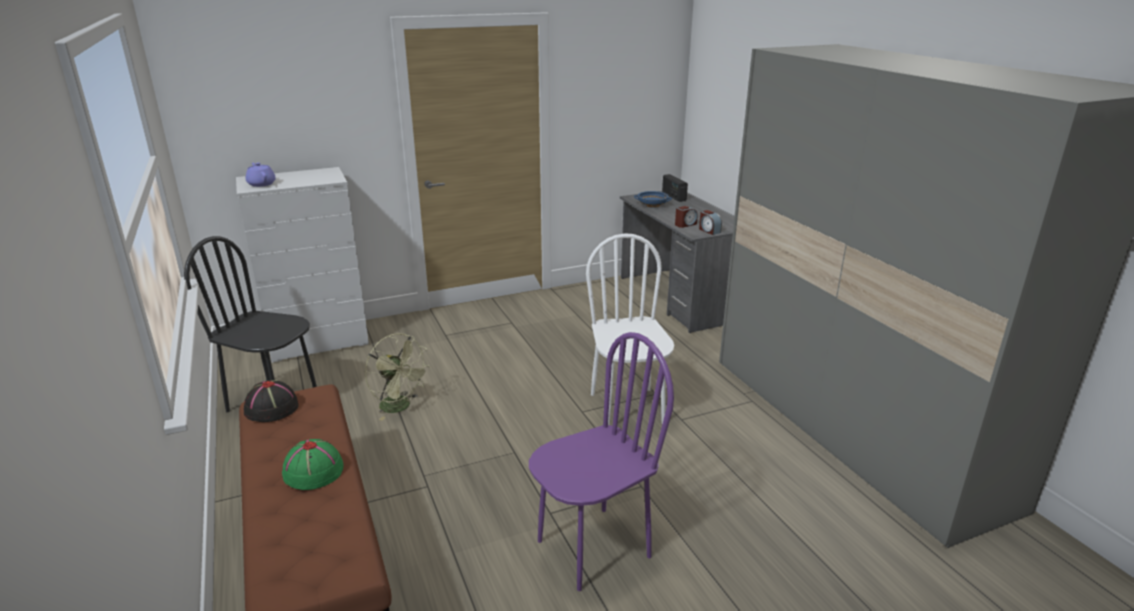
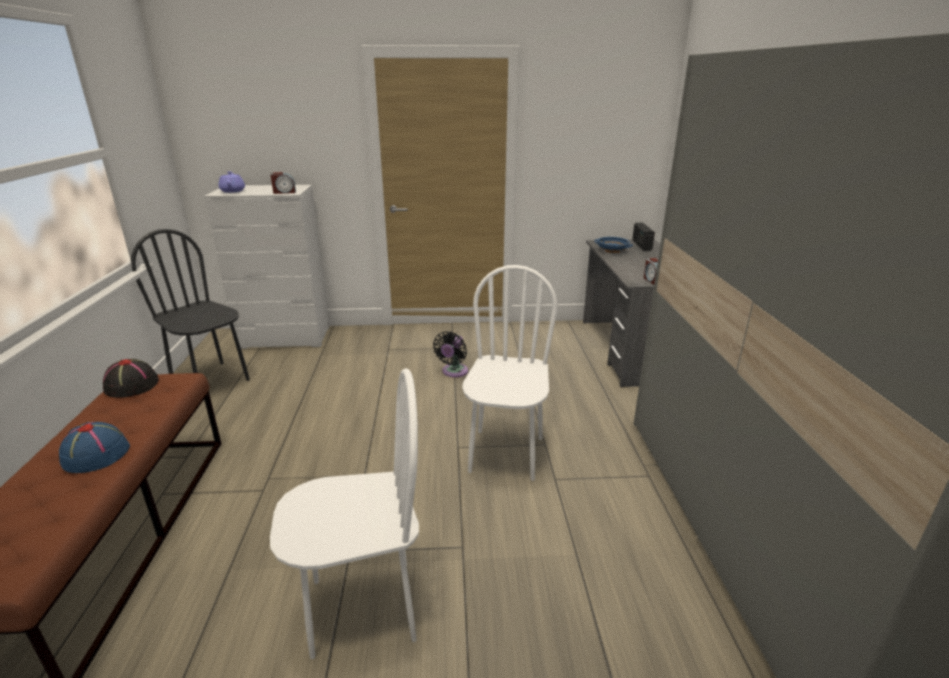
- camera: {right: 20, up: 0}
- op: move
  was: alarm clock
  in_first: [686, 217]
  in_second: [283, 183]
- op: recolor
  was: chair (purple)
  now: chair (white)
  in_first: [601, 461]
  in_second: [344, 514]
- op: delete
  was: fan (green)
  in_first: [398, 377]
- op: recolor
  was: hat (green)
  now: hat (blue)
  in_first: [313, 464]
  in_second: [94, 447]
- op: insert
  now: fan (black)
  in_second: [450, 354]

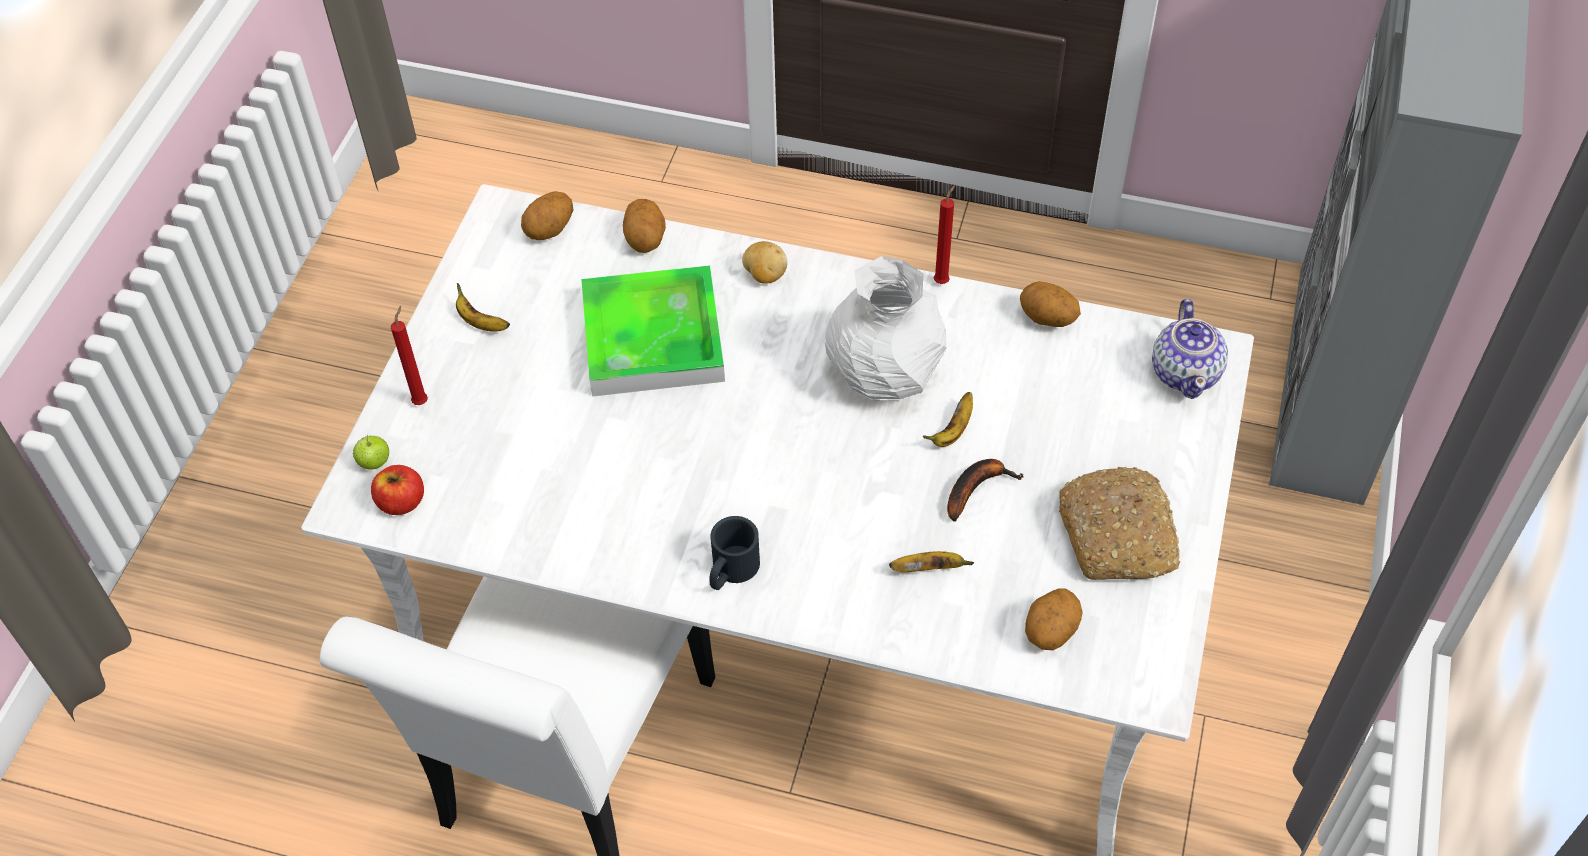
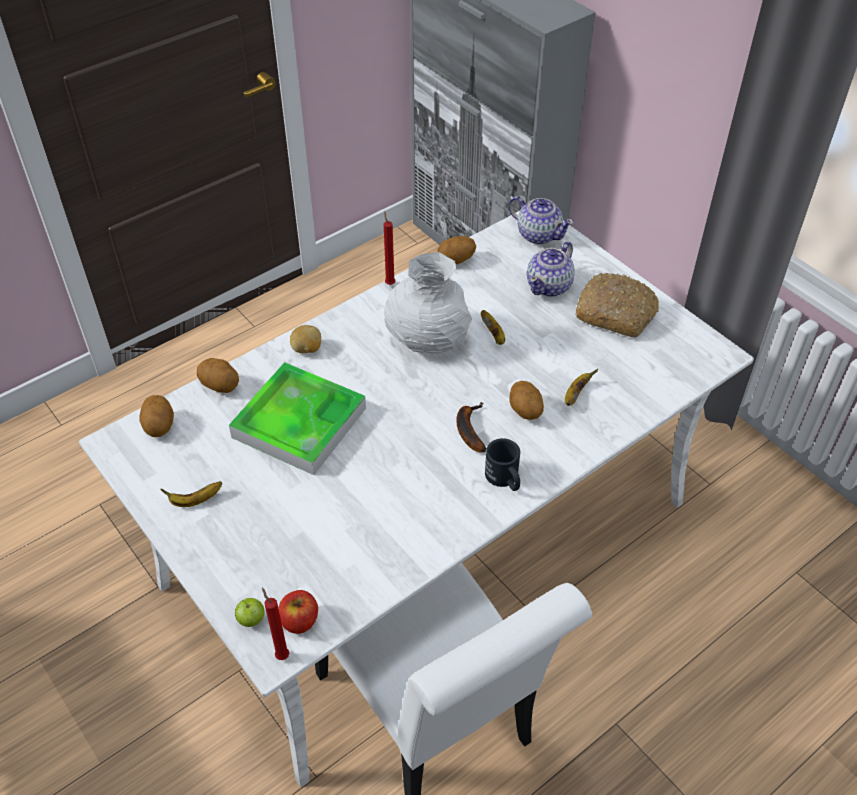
- camera: {right: -55, up: -5}
- op: move
  was: candle (red)
  in_first: [409, 355]
  in_second: [275, 623]
- op: move
  was: banana
  in_first: [985, 490]
  in_second: [471, 427]
- op: move
  was: potato
  in_first: [1054, 619]
  in_second: [526, 400]
- op: insert
  now: teapot
  in_second: [551, 269]

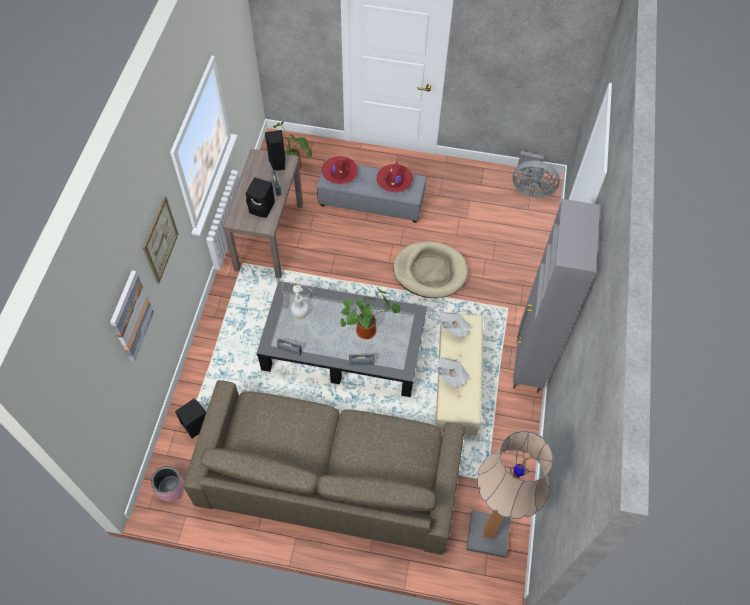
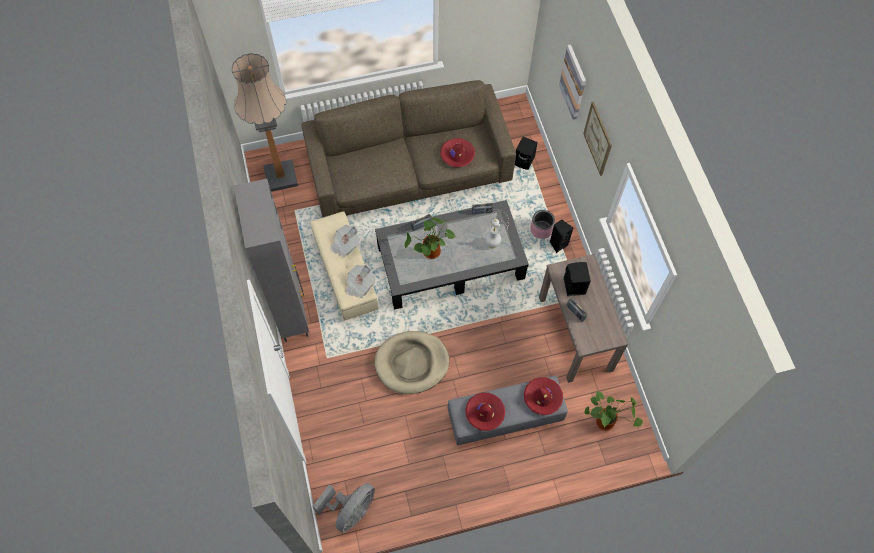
- camera: {right: 155, up: 5}
- op: move
  was: speaker (black)
  in_first: [275, 150]
  in_second: [561, 236]
- op: rotate
  was: fan (grey)
  in_first: [536, 174]
  in_second: [343, 508]
  clockwise: 135
- op: move
  was: planter (pink)
  in_first: [167, 483]
  in_second: [542, 224]
- op: insert
  now: hat (red)
  in_second: [457, 152]

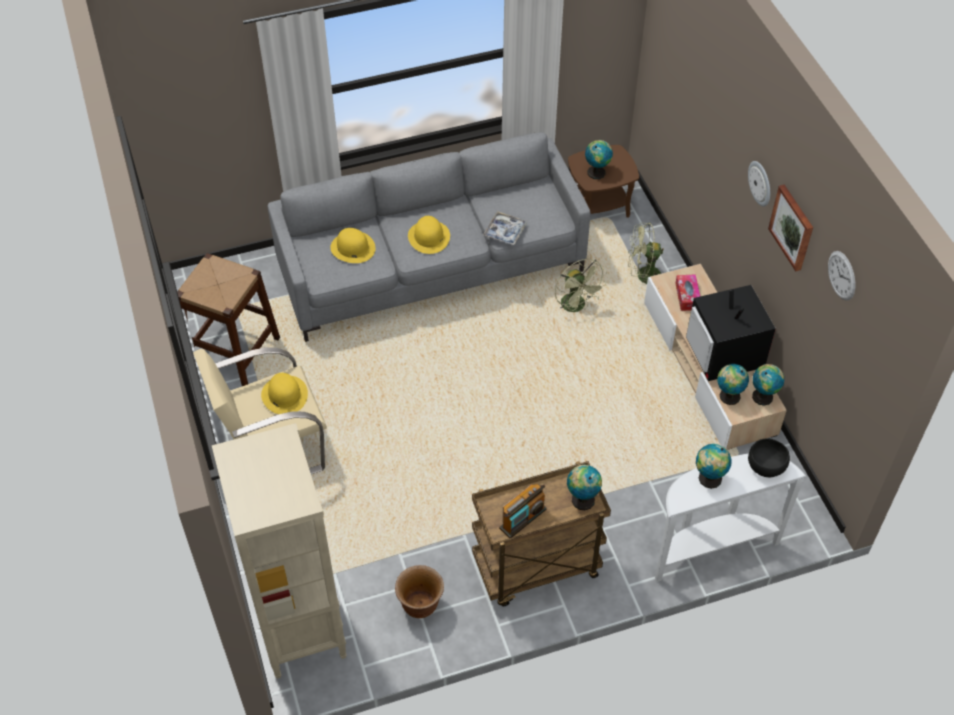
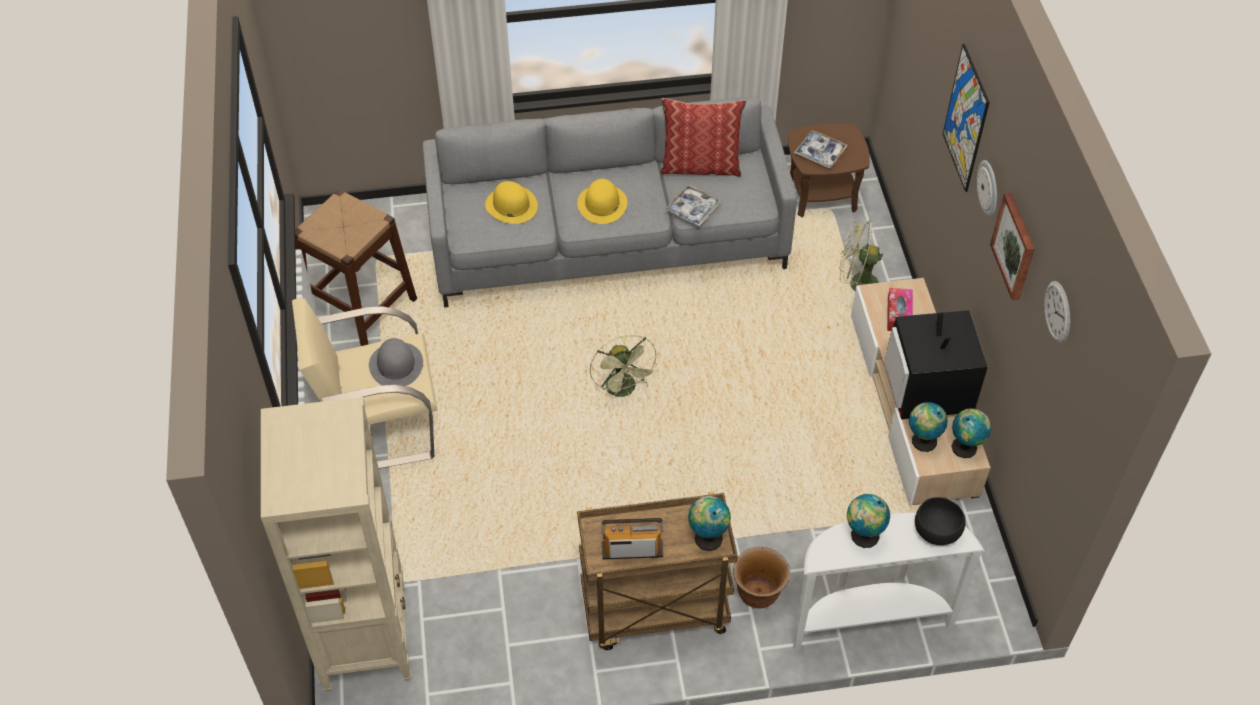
- camera: {right: 10, up: 0}
- op: replace
  was: globe
  now: tray
  in_first: [599, 159]
  in_second: [821, 149]
- op: move
  was: fan (green)
  in_first: [581, 285]
  in_second: [624, 366]
- op: recolor
  was: hat (yellow)
  now: hat (grey)
  in_first: [284, 393]
  in_second: [396, 362]
- op: rotate
  was: radio
  in_first: [523, 511]
  in_second: [632, 538]
  clockwise: -150
- op: move
  was: planter (brown)
  in_first: [419, 591]
  in_second: [761, 577]
- op: insert
  now: picture
  in_second: [966, 118]
- op: insert
  now: pillow
  in_second: [702, 137]

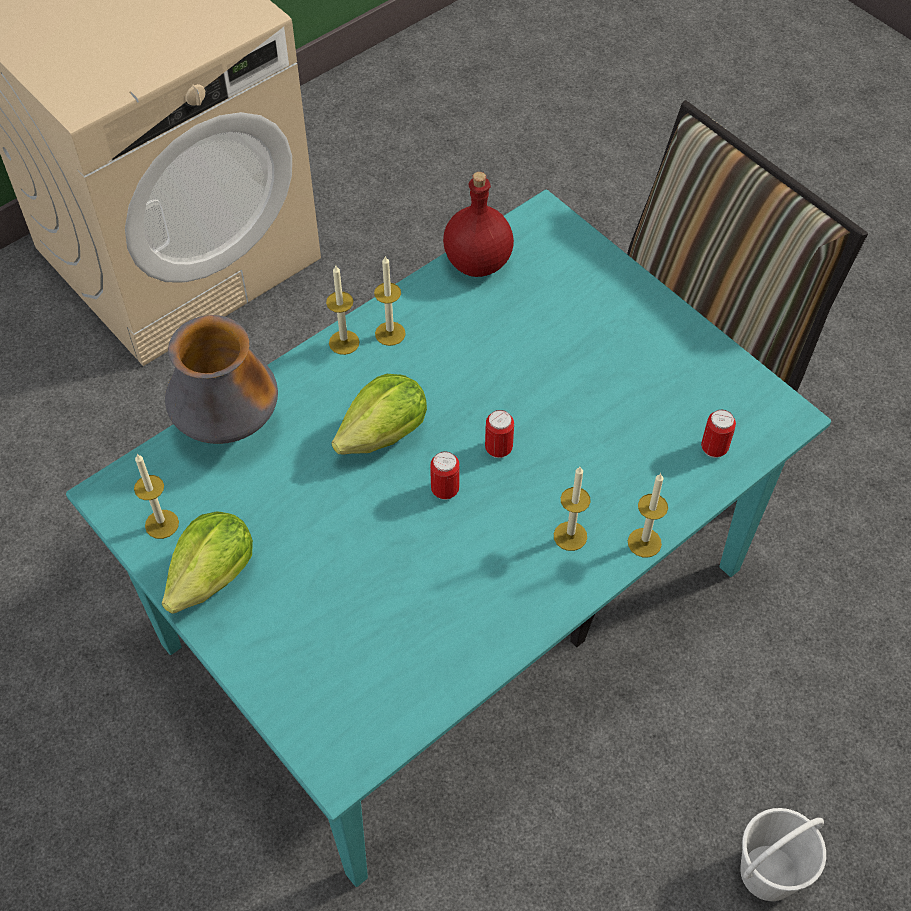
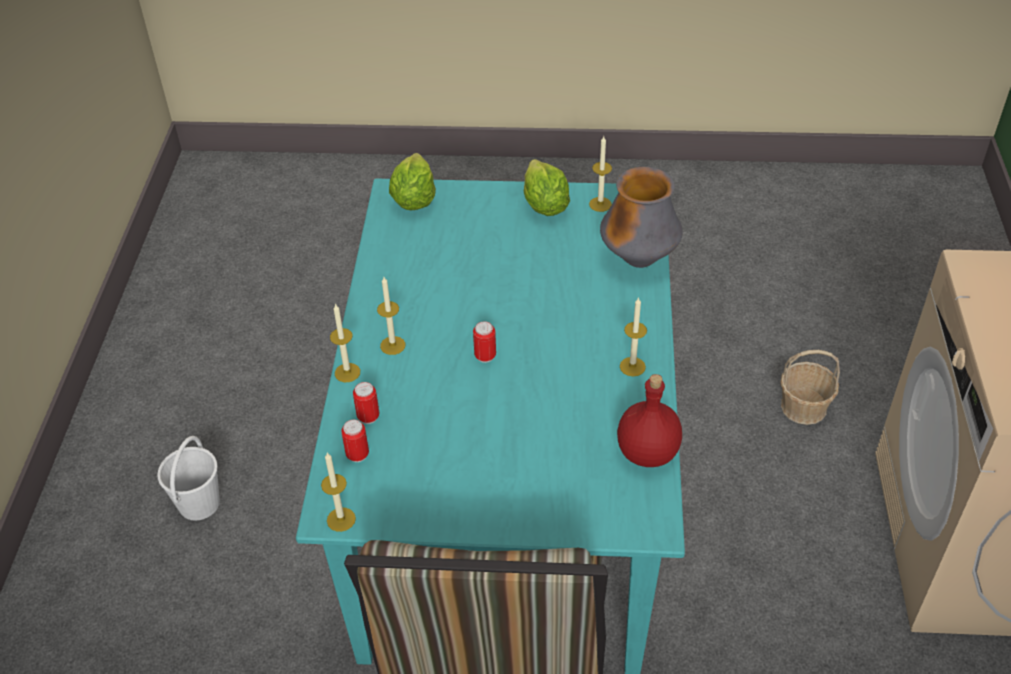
- camera: {right: 135, up: -10}
- op: move
  was: candle
  in_first: [343, 310]
  in_second: [338, 492]
- op: move
  was: lettuce
  in_first: [379, 414]
  in_second: [412, 181]
- op: move
  was: can
  in_first: [444, 475]
  in_second: [366, 403]
- op: insert
  now: basket
  in_second: [810, 387]

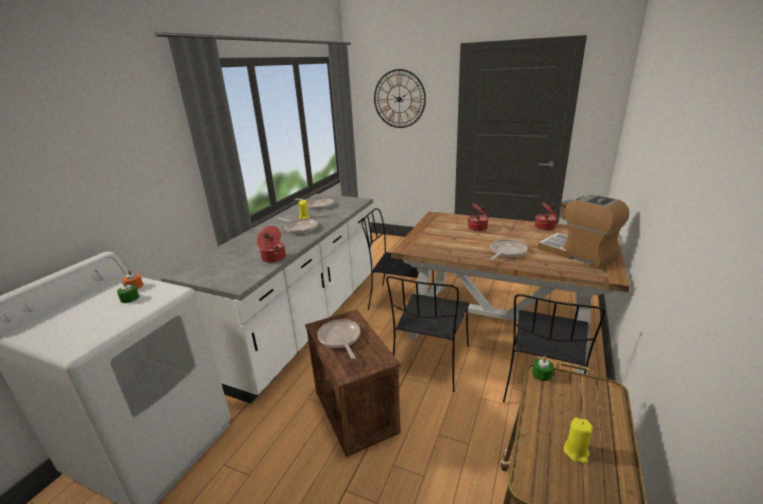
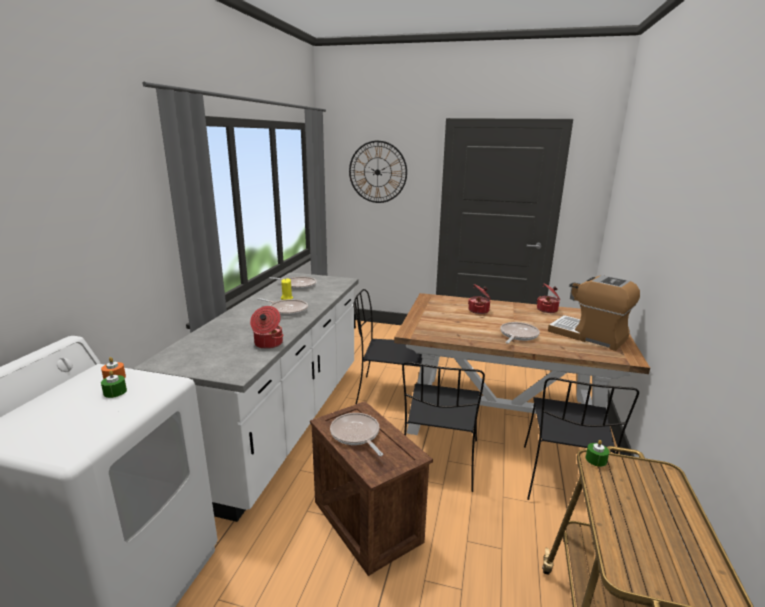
- camera: {right: -10, up: -5}
- op: delete
  was: candle (yellow)
  in_first: [578, 440]

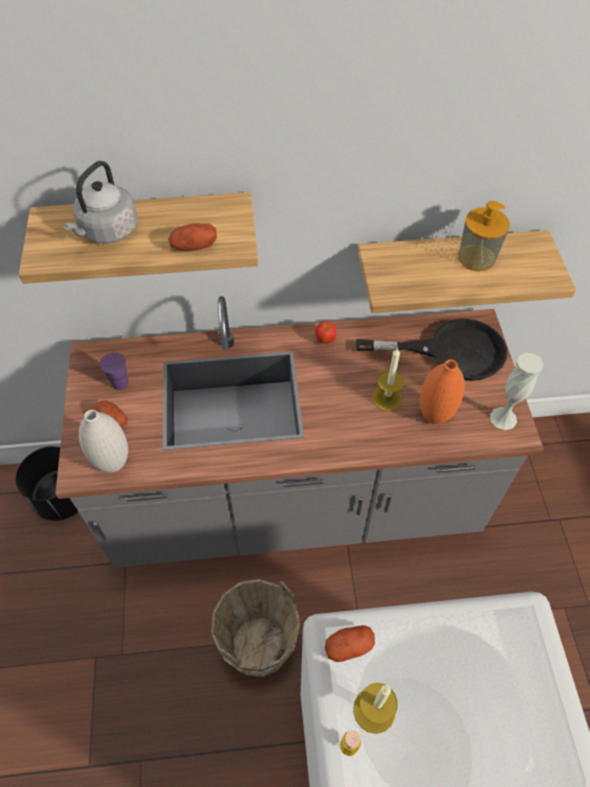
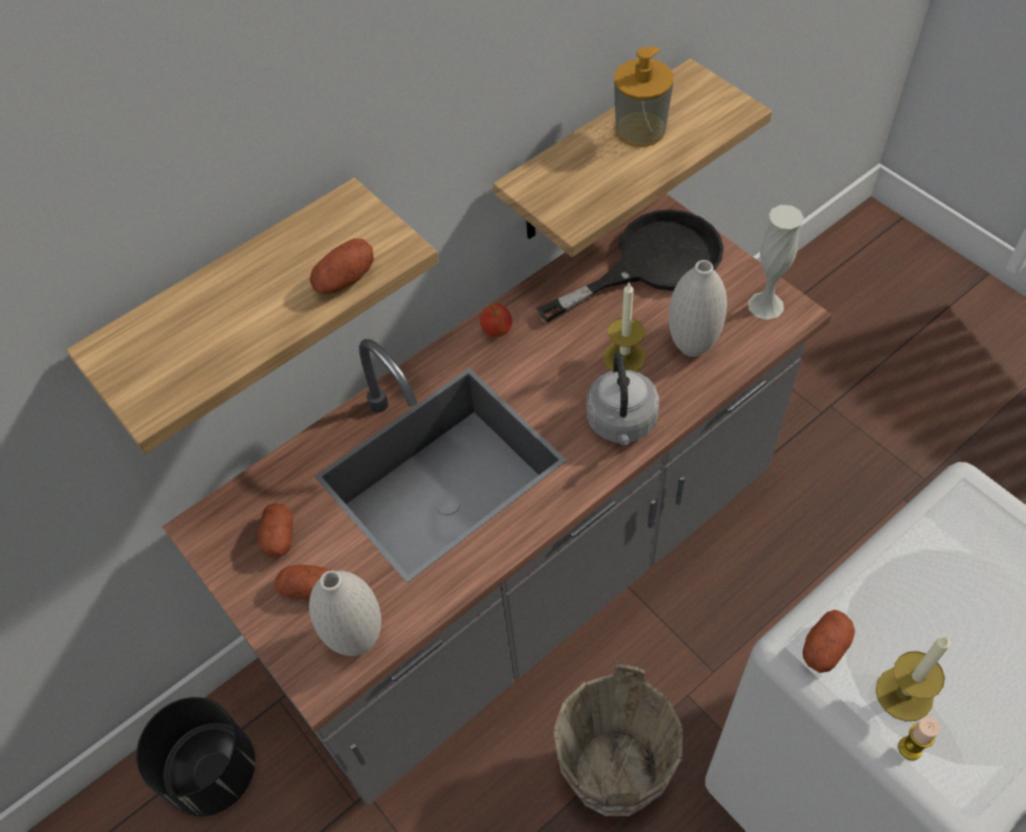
- camera: {right: -30, up: 0}
- op: move
  was: kettle (grey)
  in_first: [100, 202]
  in_second: [622, 399]
- op: replace
  was: cup (purple)
  now: potato
  in_first: [114, 371]
  in_second: [275, 530]
- op: recolor
  was: vase (orange)
  now: vase (white)
  in_first: [442, 391]
  in_second: [698, 308]

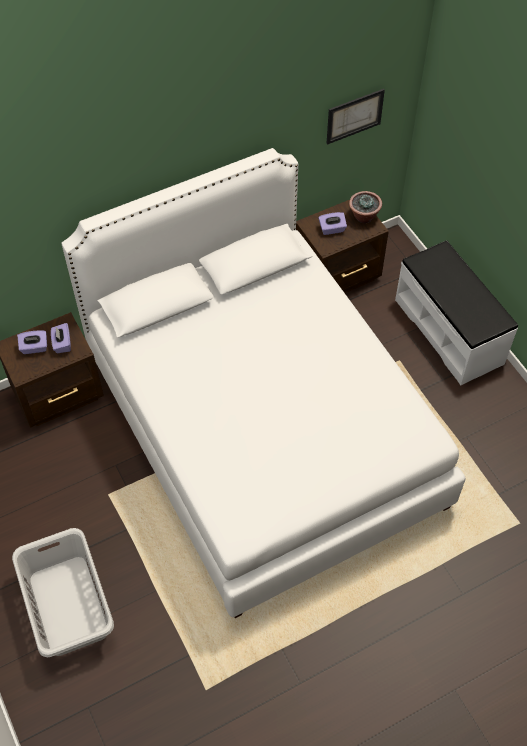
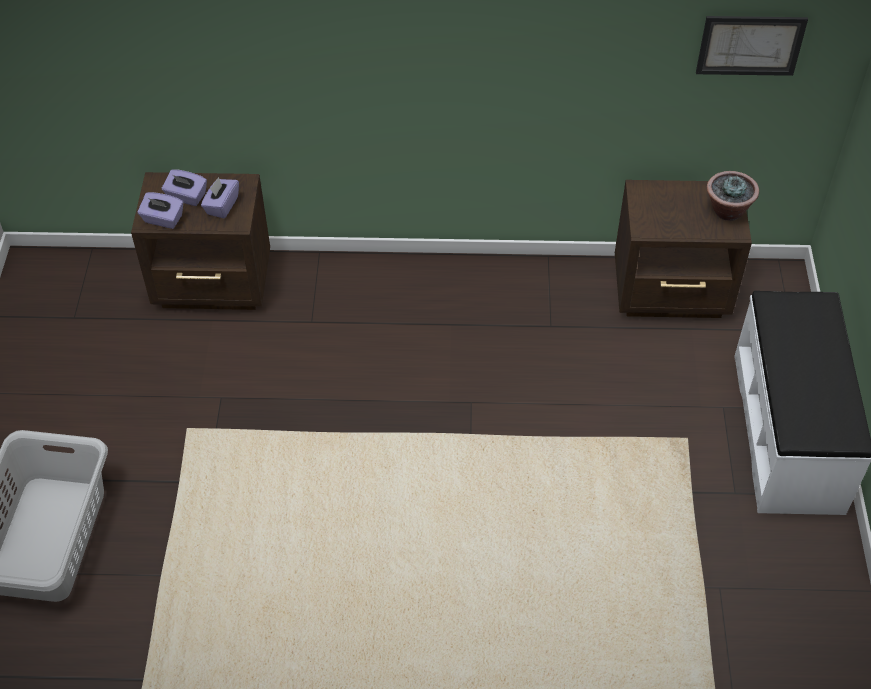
- camera: {right: 30, up: -5}
- op: delete
  was: bed (white)
  in_first: [264, 383]
- op: move
  was: tissue box (purple)
  in_first: [332, 223]
  in_second: [160, 210]

